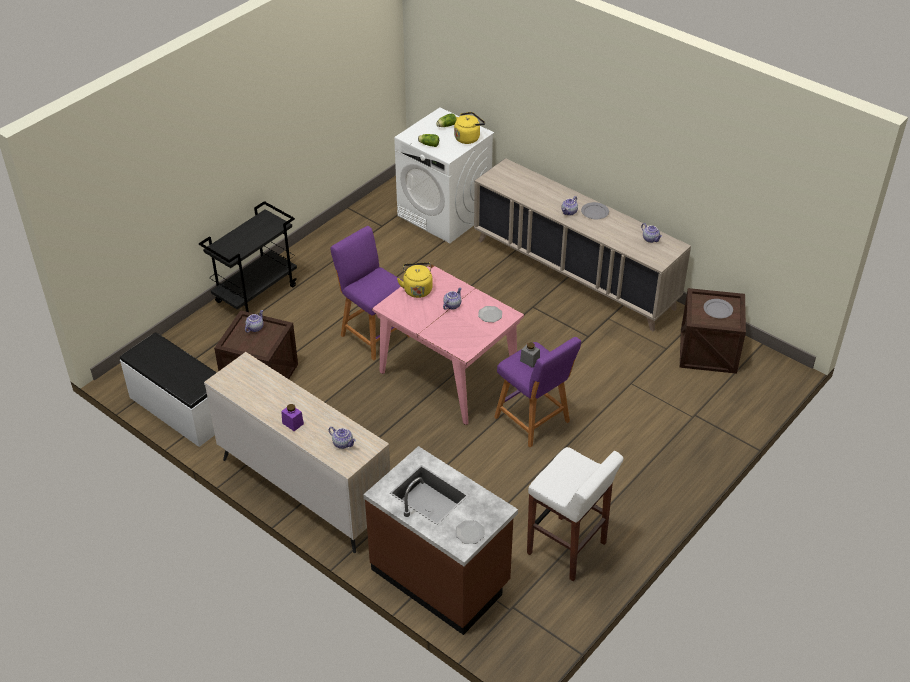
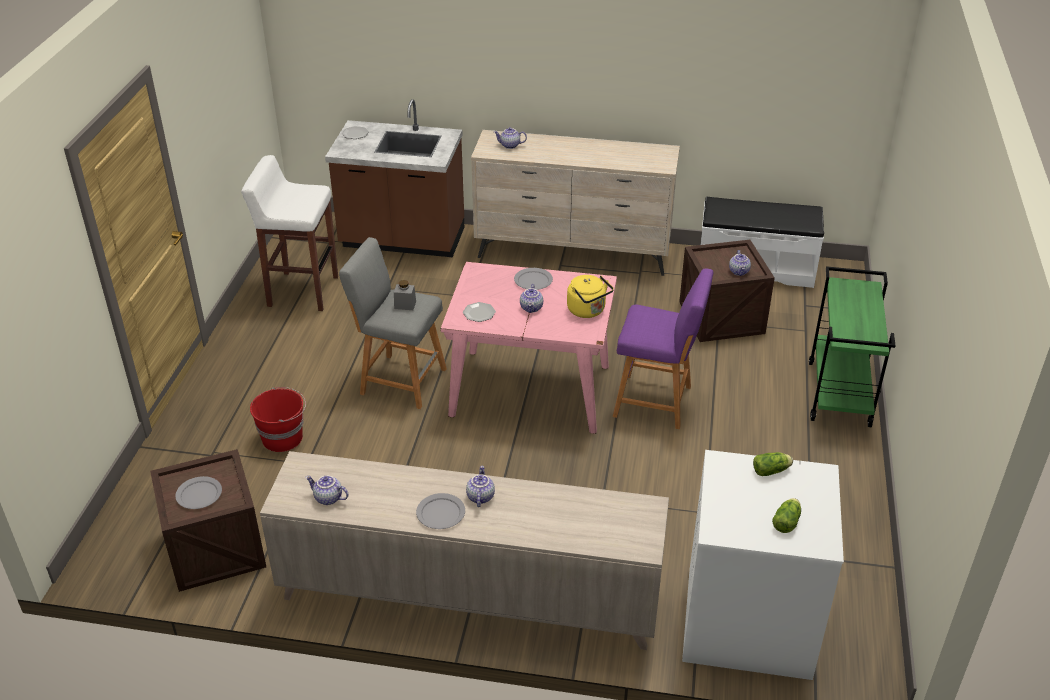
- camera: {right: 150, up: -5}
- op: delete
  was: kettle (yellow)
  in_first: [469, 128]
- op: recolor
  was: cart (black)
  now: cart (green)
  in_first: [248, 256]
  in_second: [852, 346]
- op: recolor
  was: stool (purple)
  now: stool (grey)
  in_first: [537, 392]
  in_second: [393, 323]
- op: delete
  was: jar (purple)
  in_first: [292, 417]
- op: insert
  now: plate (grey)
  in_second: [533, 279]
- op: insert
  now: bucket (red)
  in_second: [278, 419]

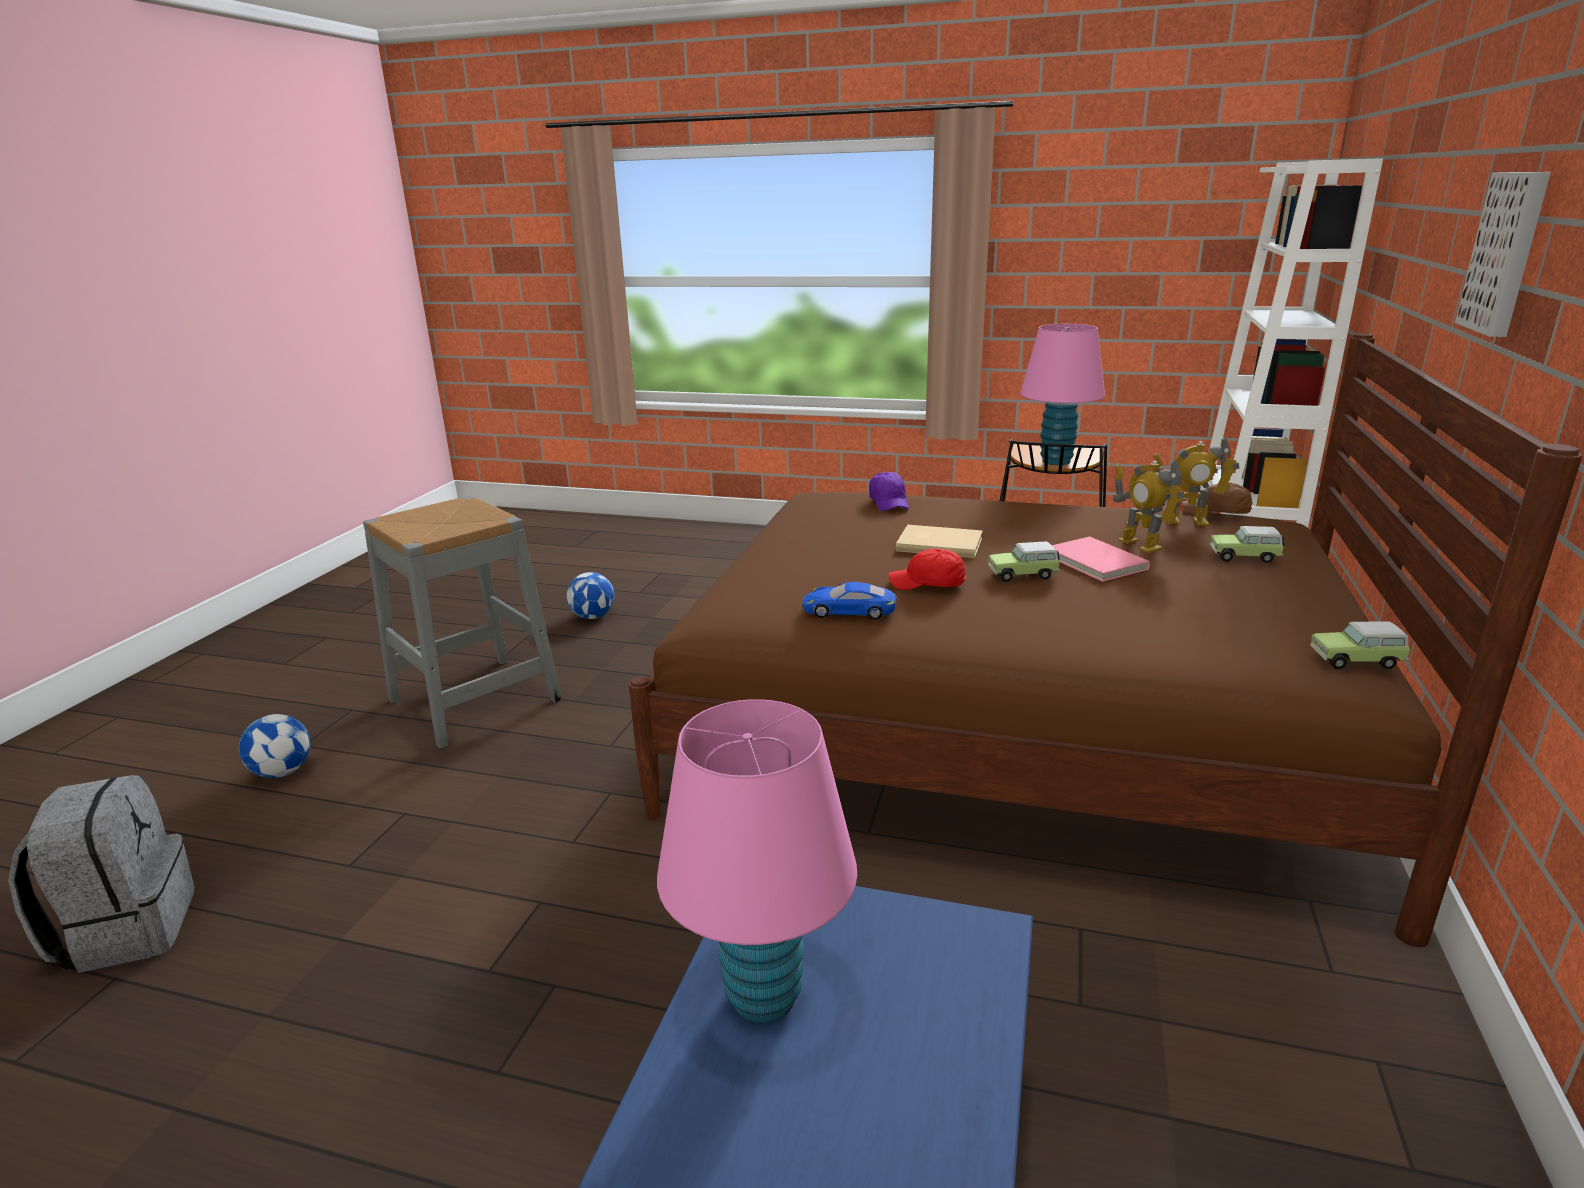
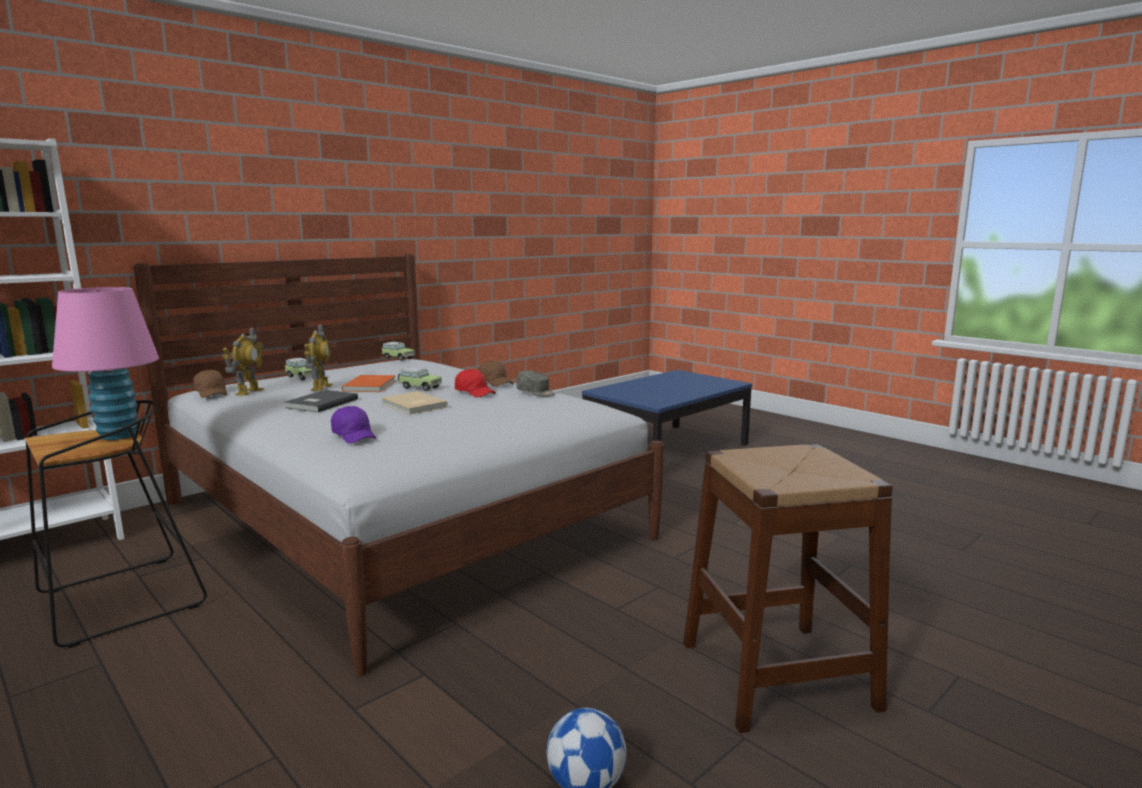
- camera: {right: -150, up: -10}
- op: delete
  was: picture
  in_first: [1503, 254]
- op: recolor
  was: bed (brown)
  now: bed (white)
  in_first: [1106, 640]
  in_second: [399, 465]
- op: rotate
  was: toy robot
  in_first: [1196, 481]
  in_second: [243, 362]
  clockwise: 60
- op: rotate
  was: cap (purple)
  in_first: [889, 491]
  in_second: [353, 425]
  clockwise: 120
- op: recolor
  was: stool (grey)
  now: stool (brown)
  in_first: [462, 622]
  in_second: [788, 588]
- op: recolor
  was: book (pink)
  now: book (orange)
  in_first: [1101, 559]
  in_second: [368, 383]
- op: replace
  was: toy car (blue)
  now: cap (grey)
  in_first: [849, 601]
  in_second: [536, 383]
- op: delete
  was: table lamp (pink)
  in_first: [757, 861]
- op: delete
  was: football
  in_first: [275, 746]
- op: delete
  was: backpack (grey)
  in_first: [101, 874]
- op: insert
  now: cap (brown)
  in_second: [495, 373]
- op: insert
  now: book (grey)
  in_second: [321, 401]

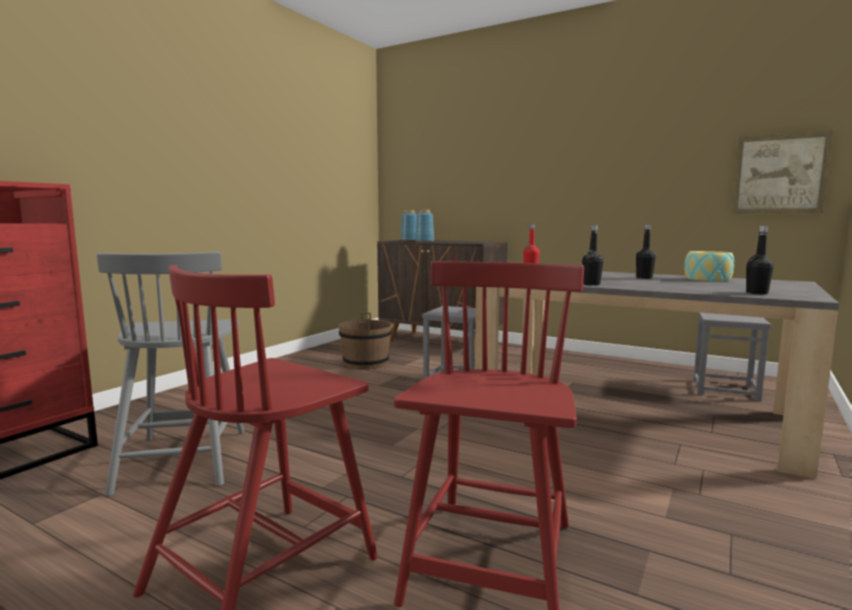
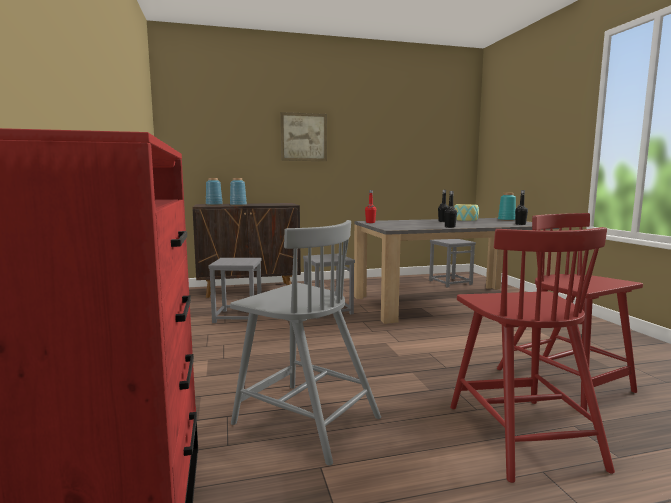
- camera: {right: -45, up: 0}
- op: move
  was: picture
  in_first: [782, 172]
  in_second: [303, 136]
- op: replace
  was: bucket (brown)
  now: stool (grey)
  in_first: [365, 341]
  in_second: [235, 290]
- op: insert
  now: vase (turquoise)
  in_second: [507, 207]

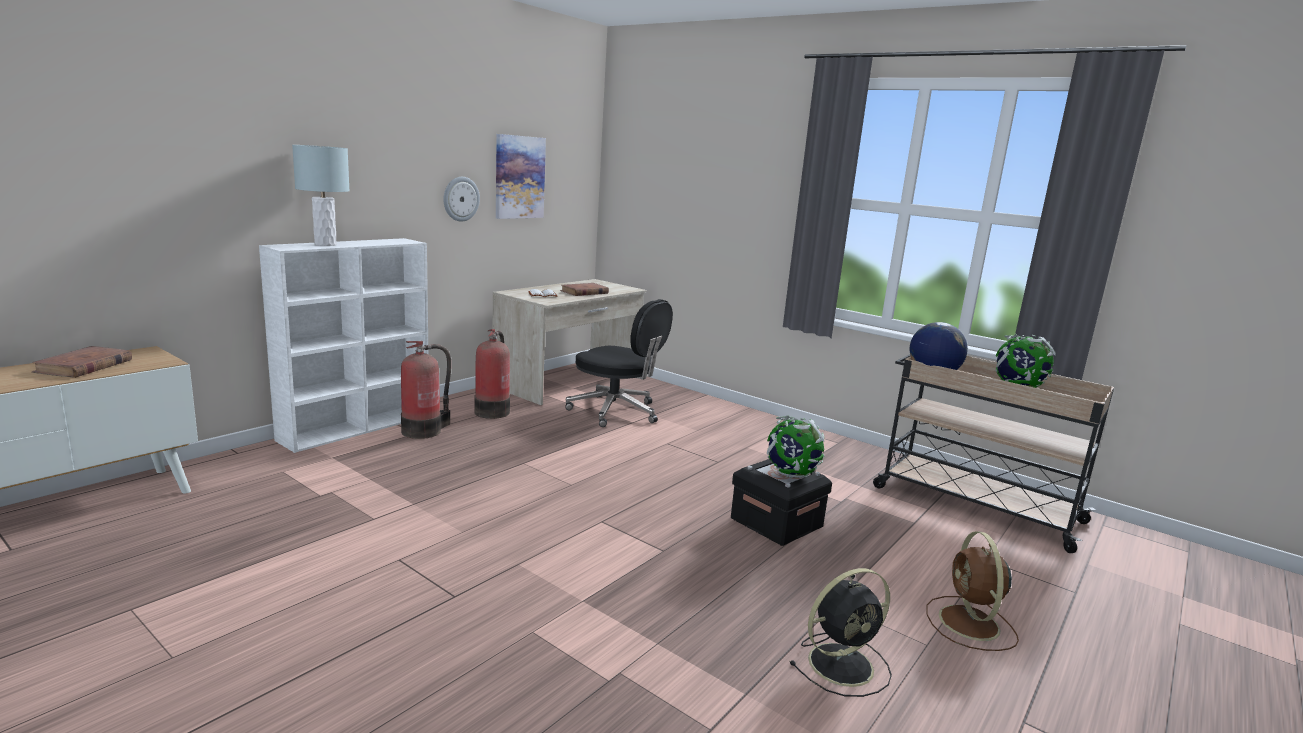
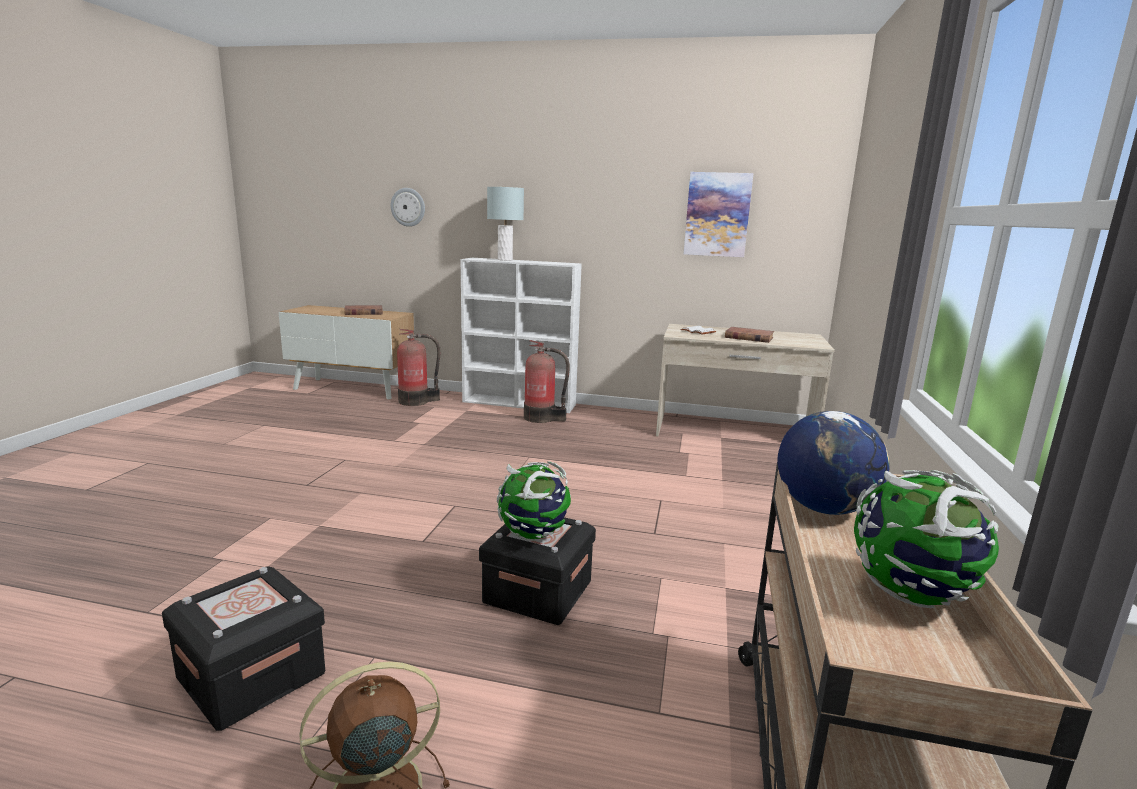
- camera: {right: 65, up: 0}
- op: move
  was: wall clock
  in_first: [461, 199]
  in_second: [408, 207]
- op: delete
  was: office chair (black)
  in_first: [619, 363]
- op: move
  was: fire extinguisher
  in_first: [492, 374]
  in_second: [418, 367]
- op: replace
  was: fan (black)
  now: storage box (black)
  in_first: [840, 632]
  in_second: [243, 648]

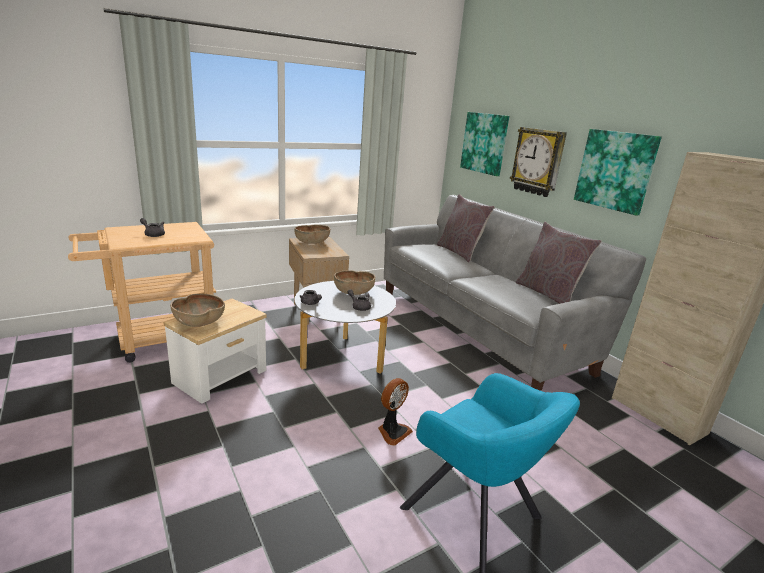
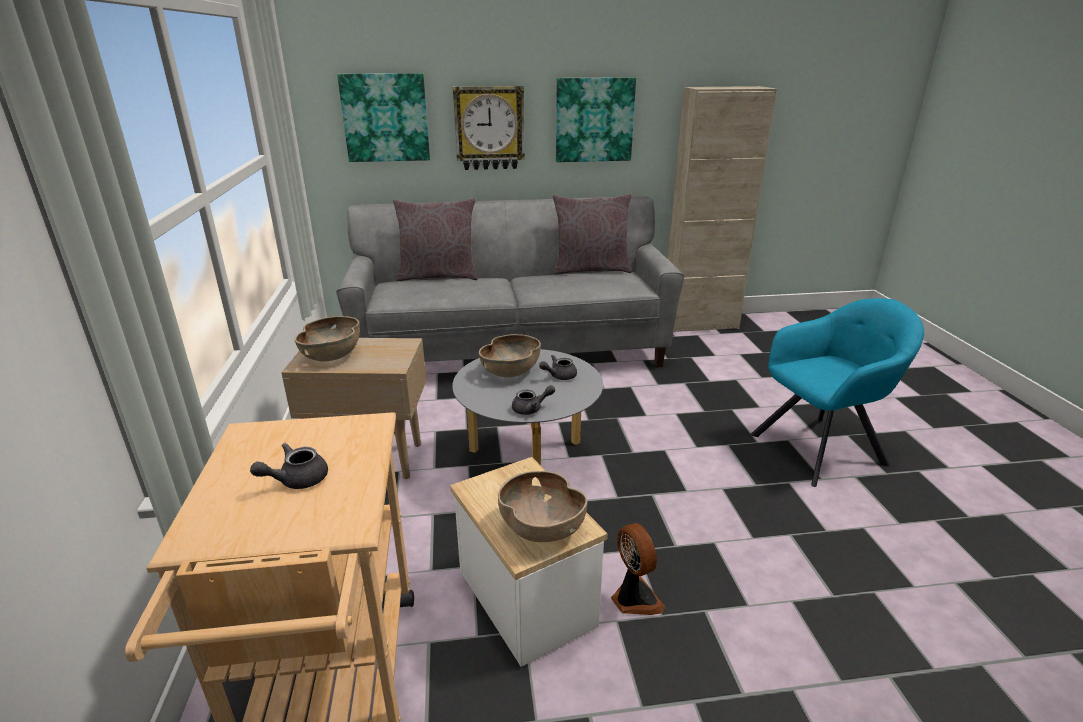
- camera: {right: -65, up: 5}
- op: move
  was: fan
  in_first: [395, 412]
  in_second: [638, 569]

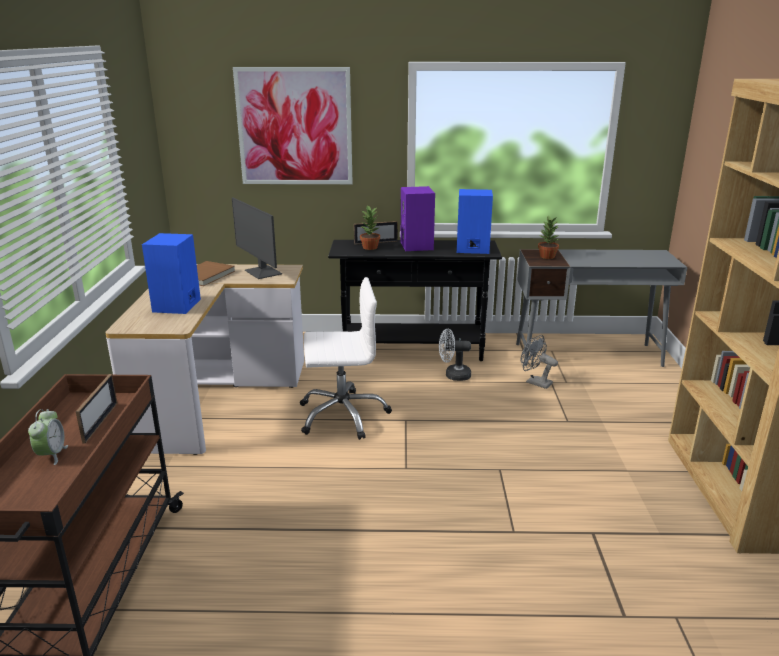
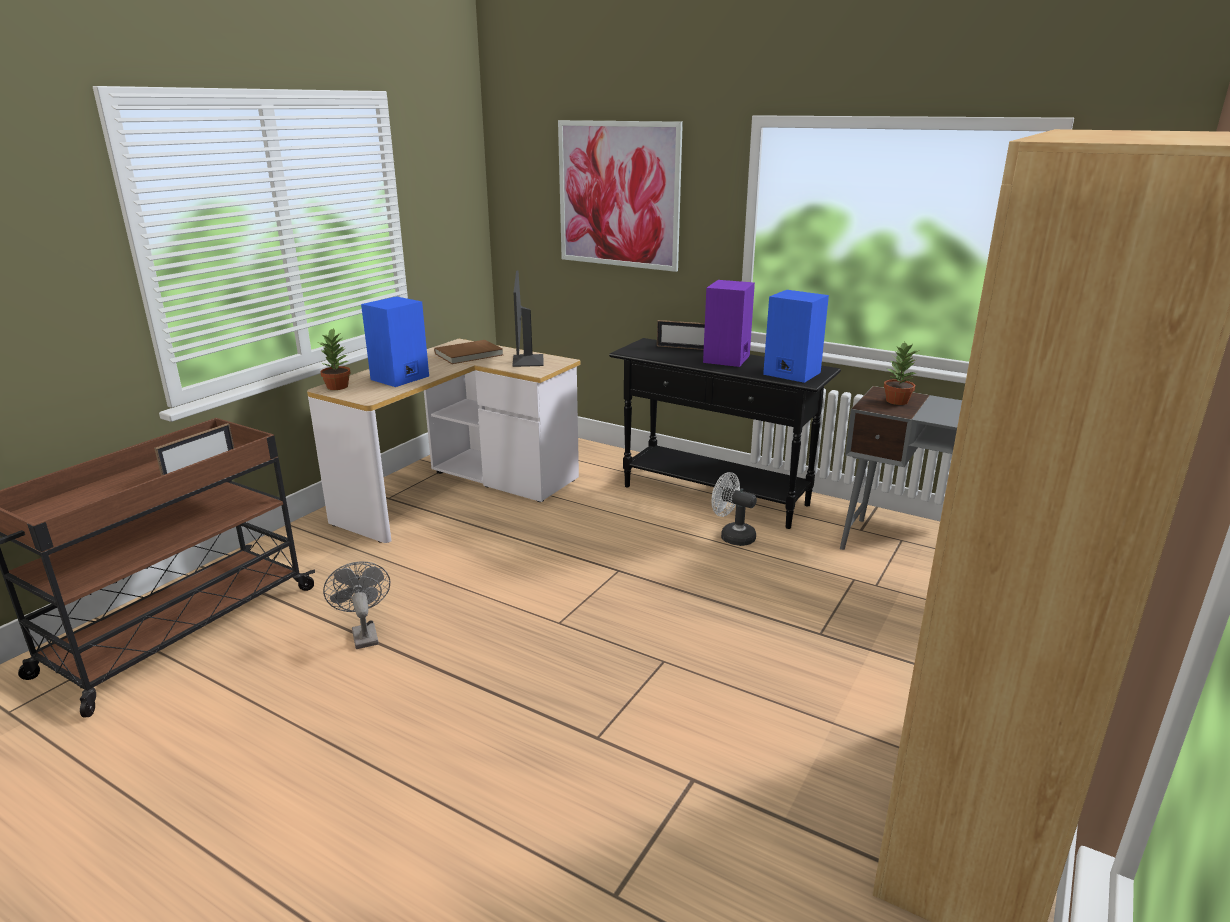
- camera: {right: 30, up: 0}
- op: move
  was: potted plant
  in_first: [370, 227]
  in_second: [334, 358]
- op: delete
  was: office chair (white)
  in_first: [346, 358]
- op: move
  was: fan (grey)
  in_first: [539, 362]
  in_second: [356, 605]
- op: delete
  was: alarm clock
  in_first: [48, 437]

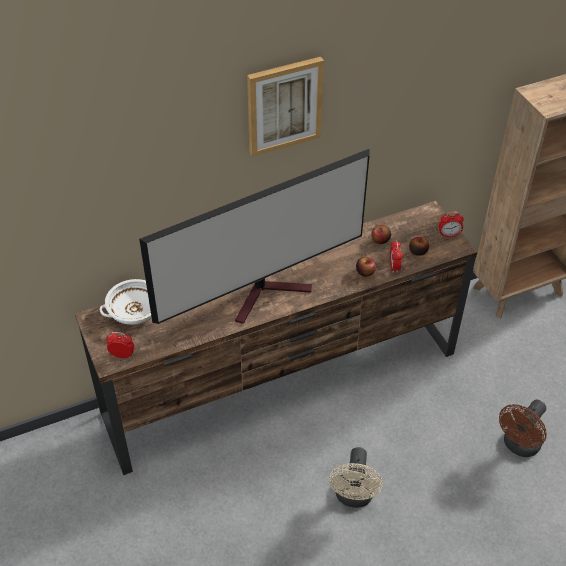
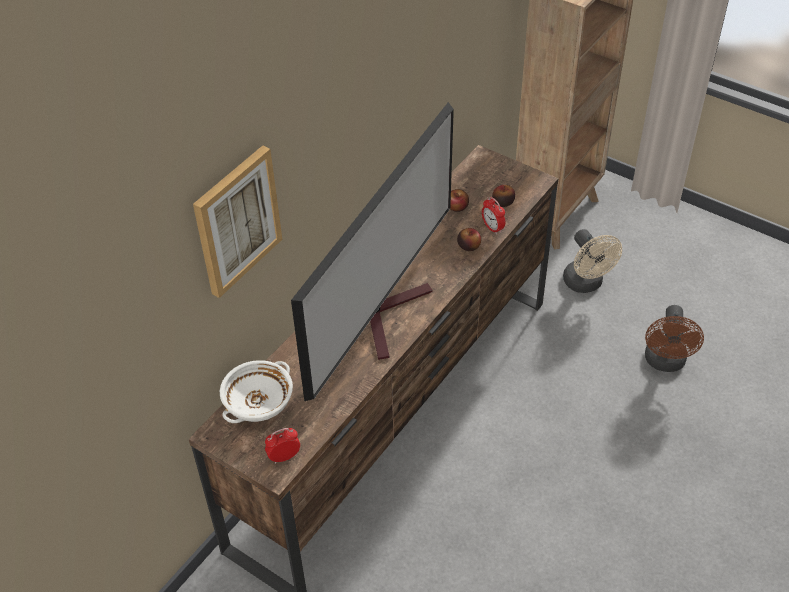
- camera: {right: -30, up: 0}
- op: move
  was: picture
  in_first: [285, 107]
  in_second: [237, 221]
- op: delete
  was: alarm clock
  in_first: [451, 224]
- op: move
  was: fan (beige)
  in_first: [356, 477]
  in_second: [592, 261]

